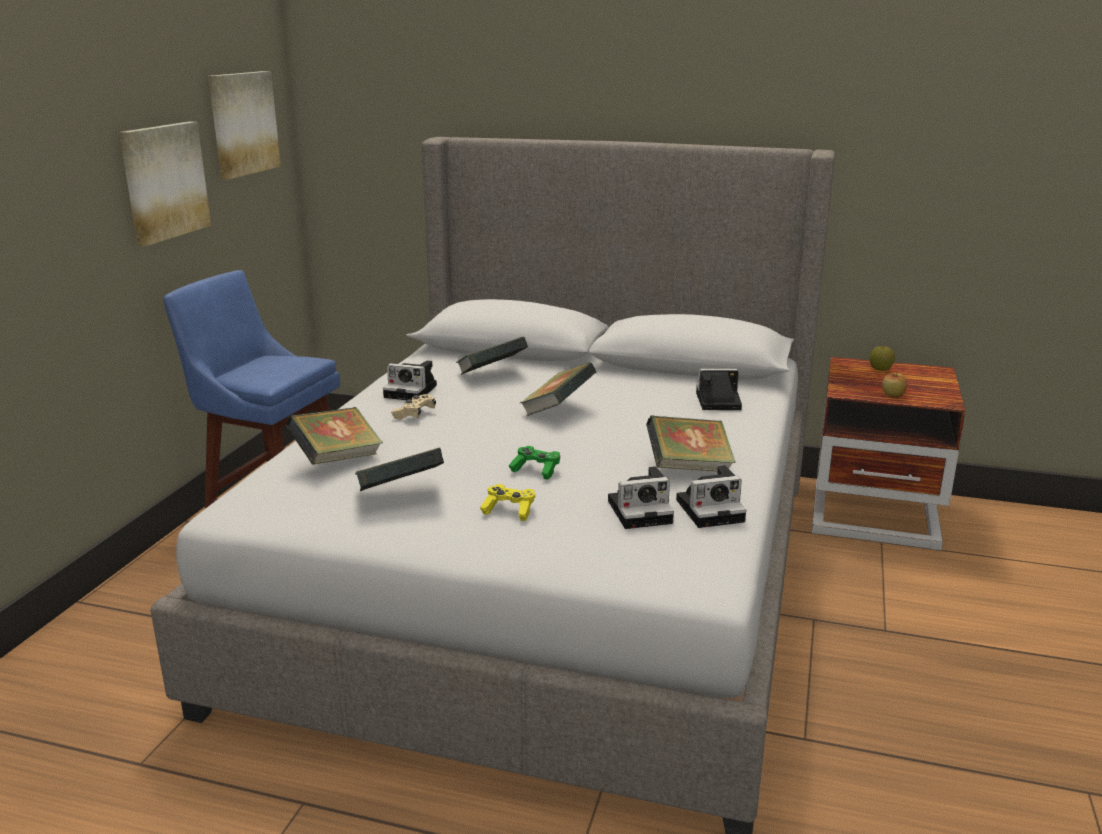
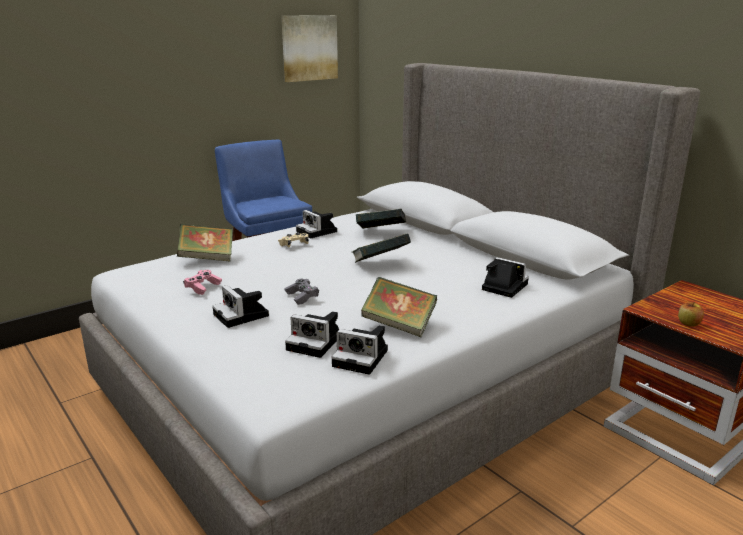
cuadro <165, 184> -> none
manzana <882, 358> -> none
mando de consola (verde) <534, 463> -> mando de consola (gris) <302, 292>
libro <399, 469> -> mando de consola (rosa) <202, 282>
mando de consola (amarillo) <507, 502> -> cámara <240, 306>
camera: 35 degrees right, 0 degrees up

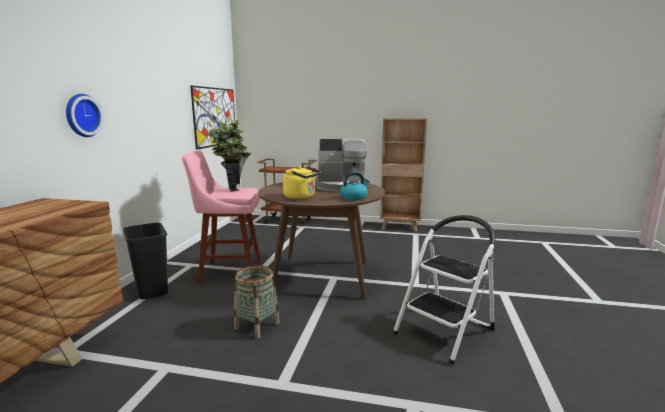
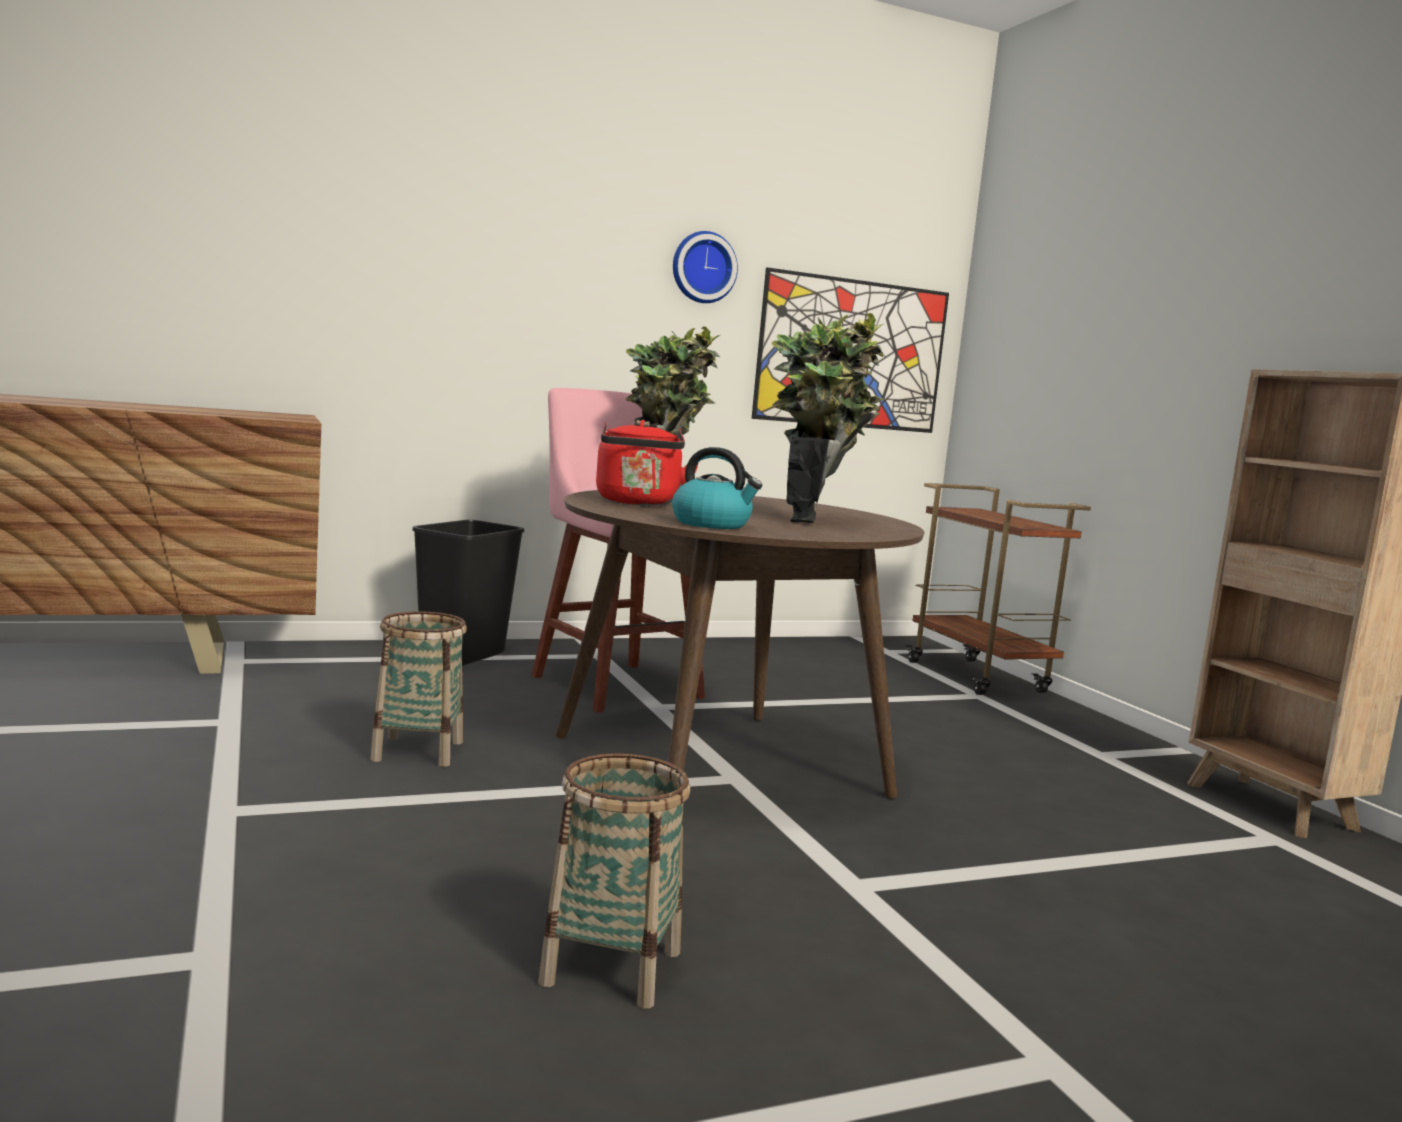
reloj de pared <84, 115> -> reloj de pared <705, 267>, relocated
cafetera <341, 165> -> planta en maceta <828, 418>
hervidor (amarillo) <302, 182> -> hervidor (rojo) <647, 462>
escalera de tijera <443, 290> -> cesta <614, 881>
camera: 55 degrees right, 5 degrees down

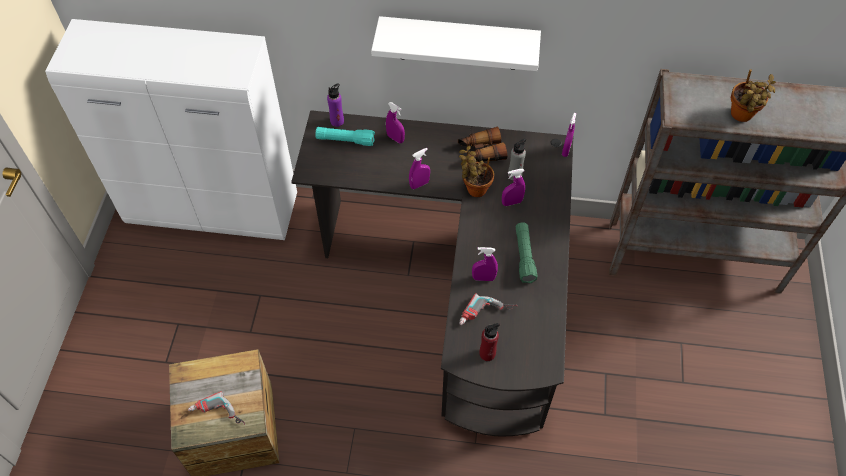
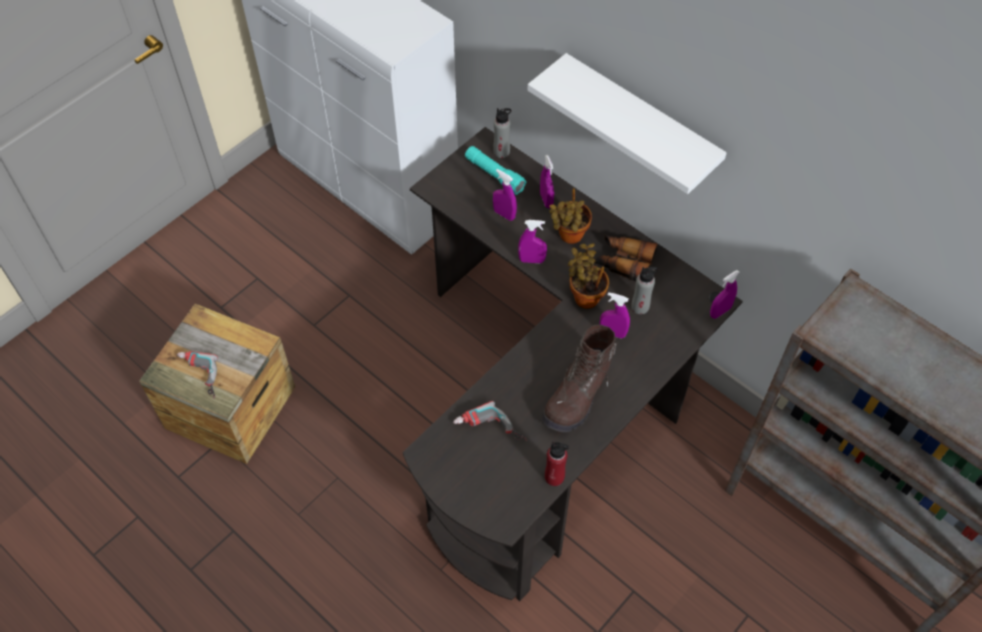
planta en maceta <753, 95> -> planta en maceta <570, 216>, relocated
botella (morado) <335, 105> -> botella (gris) <502, 133>
linterna (verde) <527, 252> -> bota (marrón) <580, 378>
pulverizador (morado) <485, 264> -> pulverizador (morado) <505, 195>, relocated
botella (rojo) <489, 342> -> botella (rojo) <557, 464>, relocated
camera: 35 degrees right, 0 degrees up

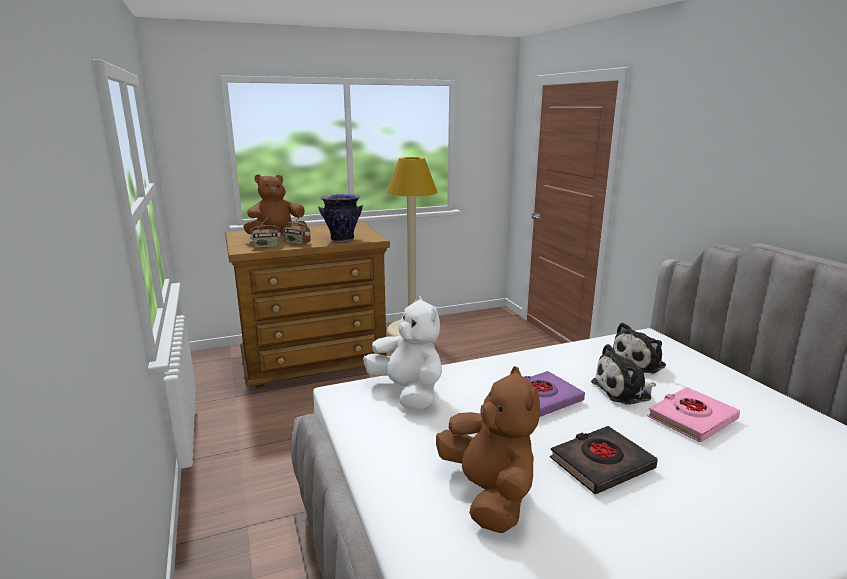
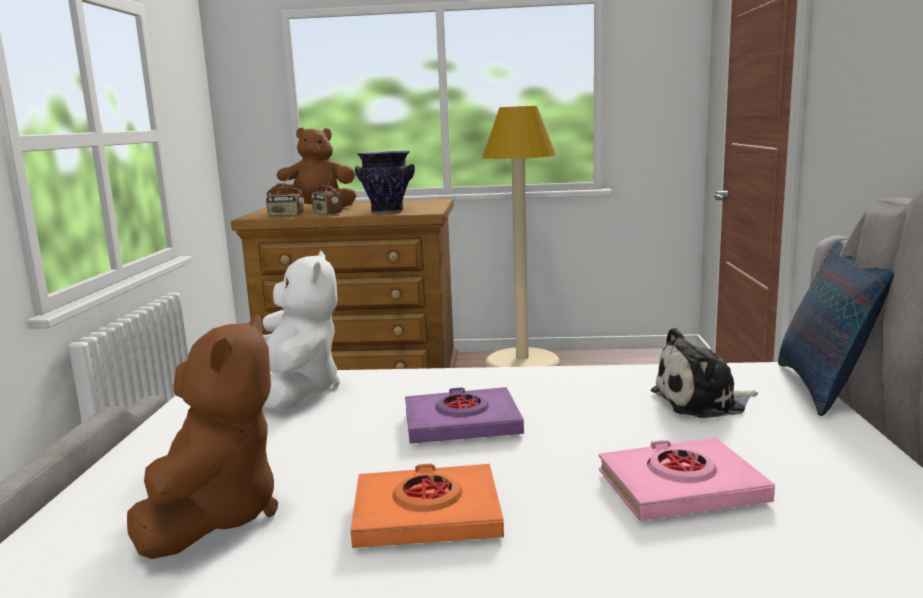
peluche <623, 374> -> none
libro (negro) <604, 460> -> libro (naranja) <427, 506>
none -> cojín (azul) <836, 328>
camera: 25 degrees right, 5 degrees down

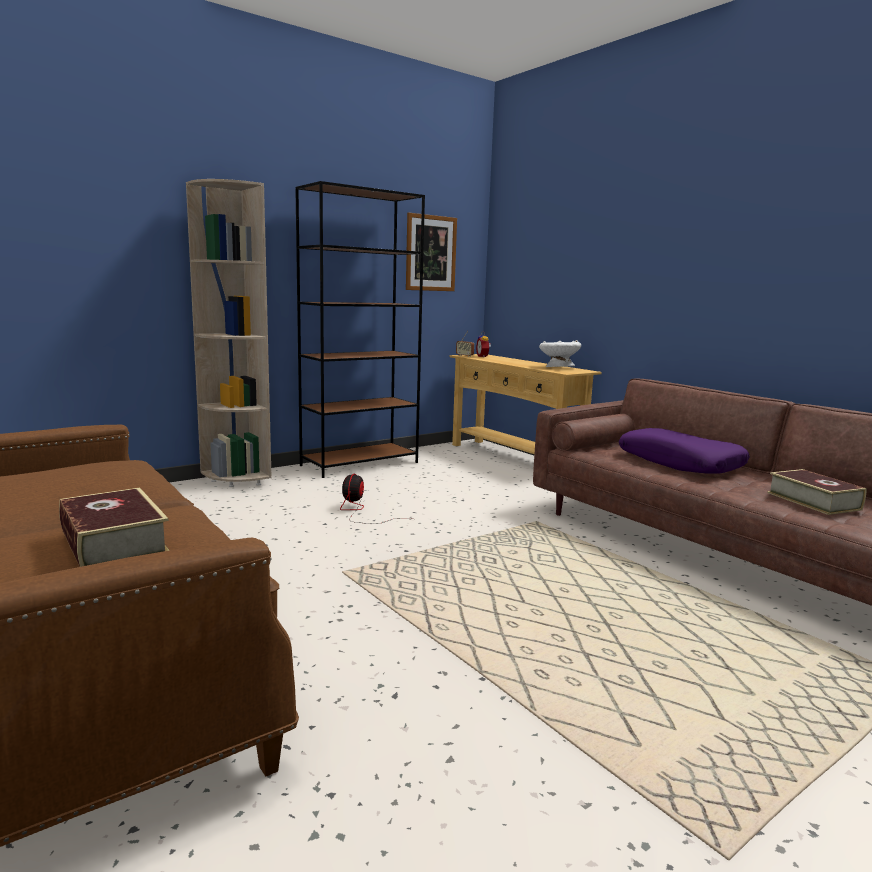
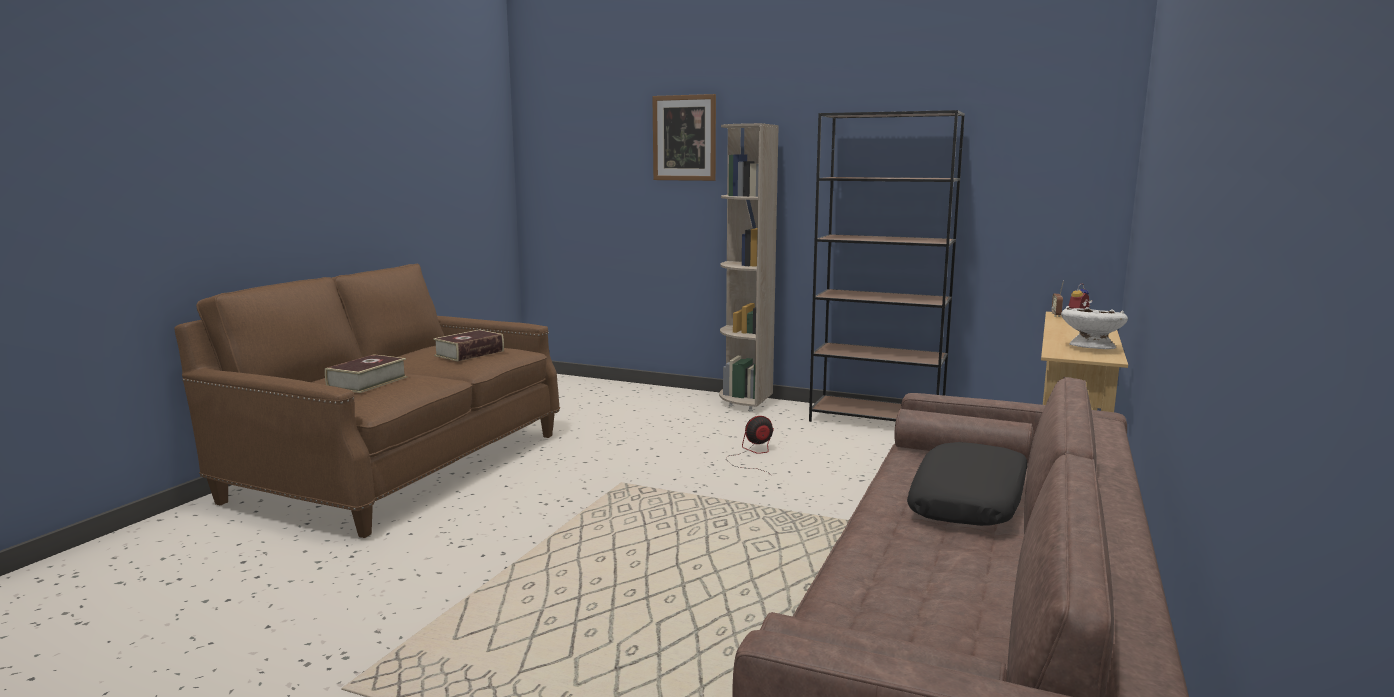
cuadro <431, 252> -> cuadro <684, 137>, relocated
cojín (morado) <684, 451> -> cojín (negro) <967, 484>
libro <817, 492> -> libro <468, 346>, relocated
camera: 60 degrees right, 0 degrees up

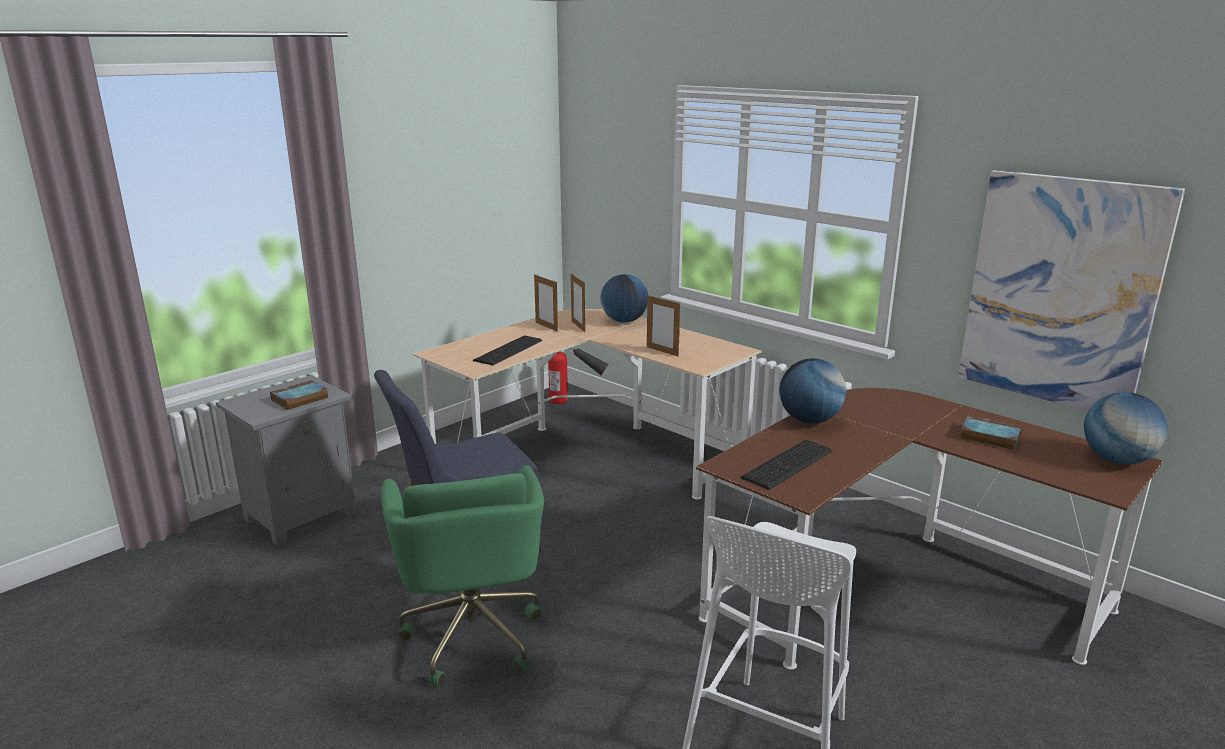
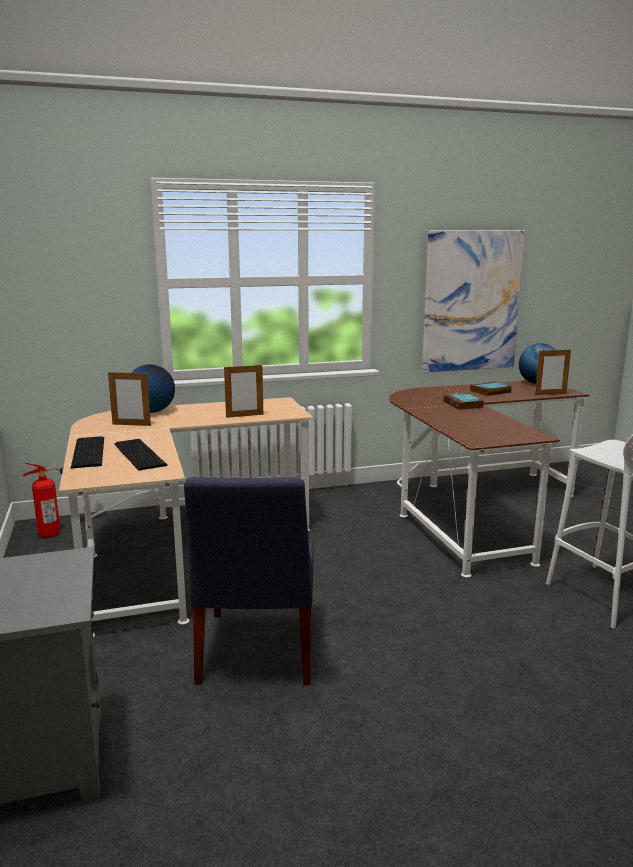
portarretratos <546, 303> -> portarretratos <553, 372>, relocated
globo terráqueo <812, 391> -> none
libro <299, 395> -> libro <463, 401>, relocated
teclado <786, 465> -> teclado <87, 452>, relocated
silla de oficina (verde) <462, 576> -> none
camera: 60 degrees left, 5 degrees down

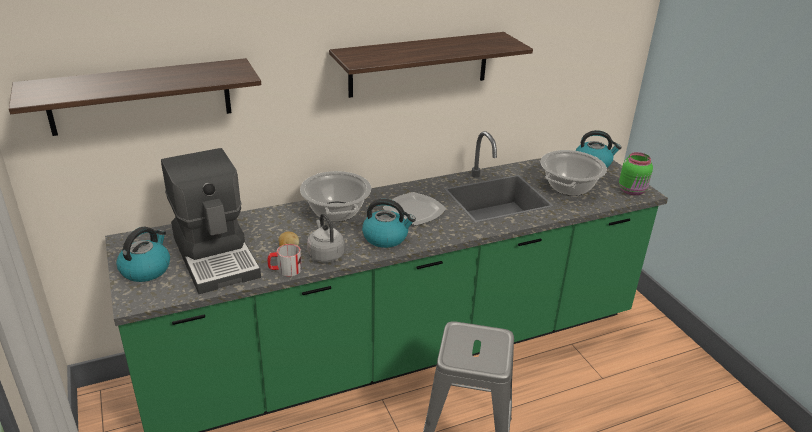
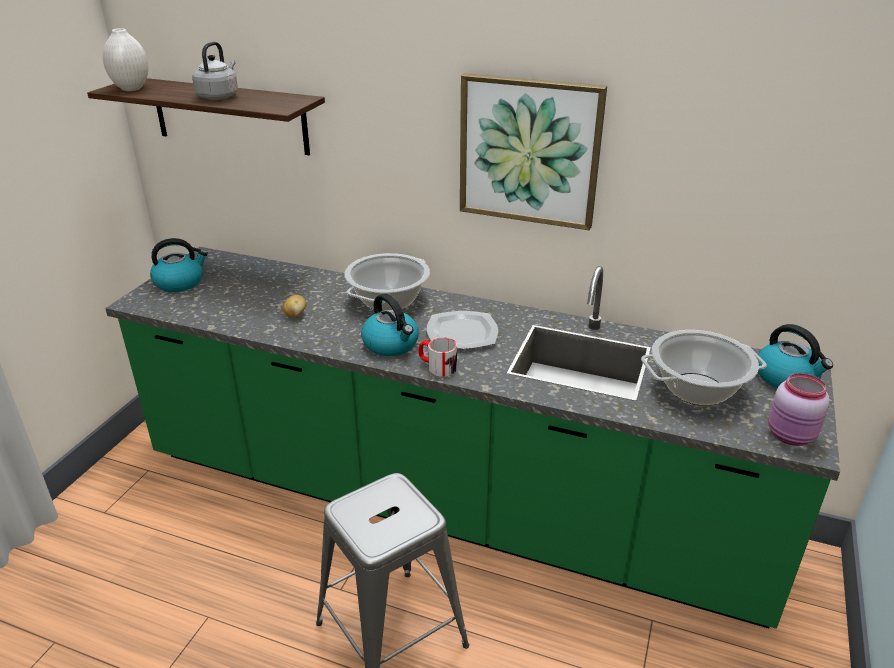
estante <431, 65> -> cuadro <533, 151>
cafetera <211, 221> -> none
tarro (verde) <636, 173> -> tarro (rosa) <799, 409>
hervidor (gris) <325, 237> -> hervidor (gris) <215, 71>, relocated
taza grande <285, 260> -> taza grande <438, 357>, relocated
none -> florero (blanco) <126, 59>
camera: 45 degrees right, 0 degrees up

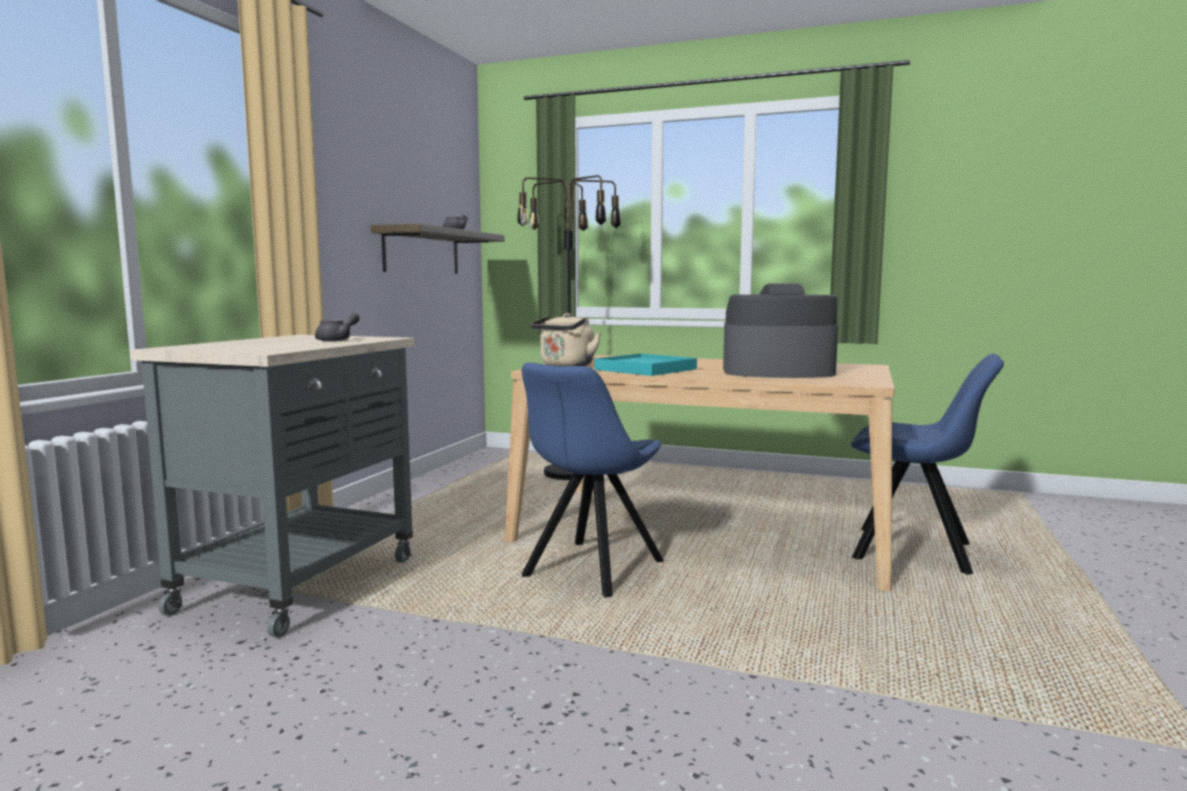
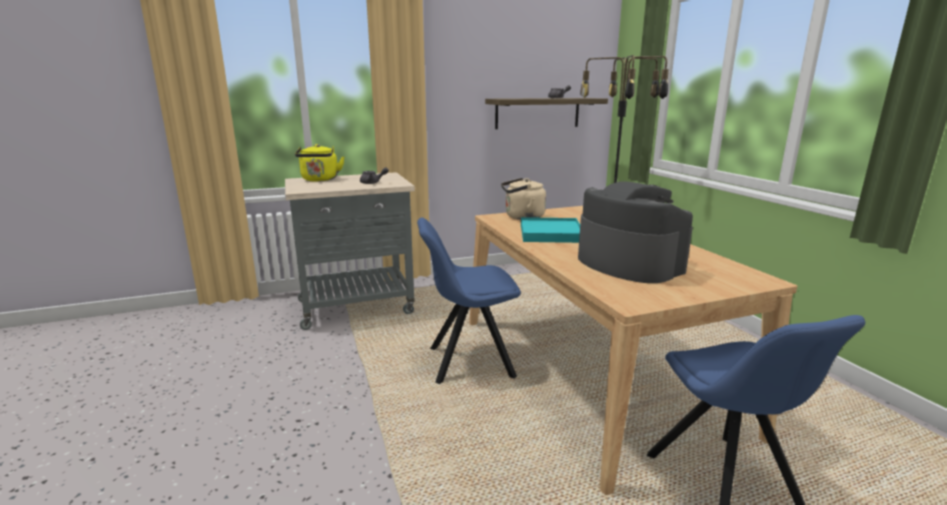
none -> hervidor (amarillo) <319, 163>
camera: 50 degrees right, 10 degrees up

